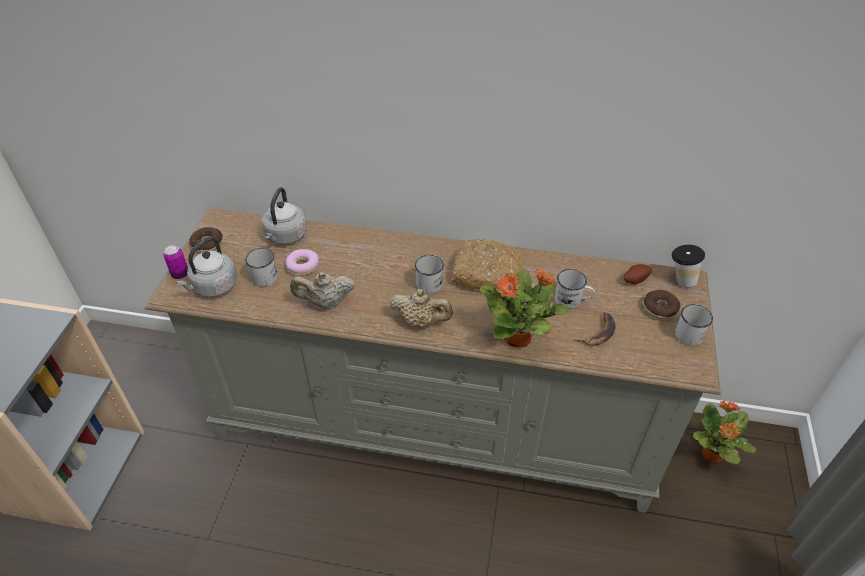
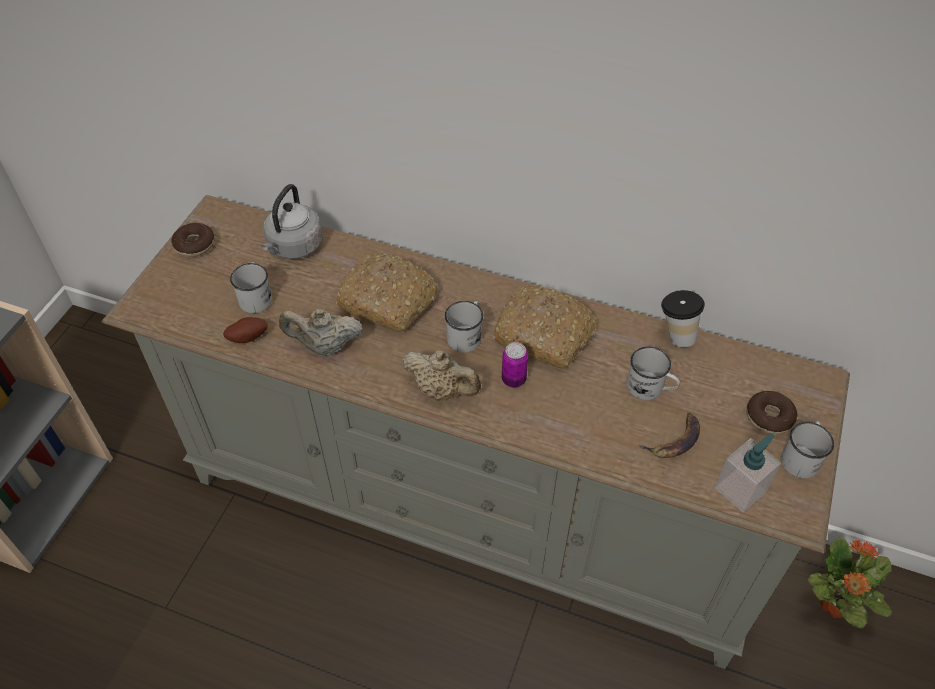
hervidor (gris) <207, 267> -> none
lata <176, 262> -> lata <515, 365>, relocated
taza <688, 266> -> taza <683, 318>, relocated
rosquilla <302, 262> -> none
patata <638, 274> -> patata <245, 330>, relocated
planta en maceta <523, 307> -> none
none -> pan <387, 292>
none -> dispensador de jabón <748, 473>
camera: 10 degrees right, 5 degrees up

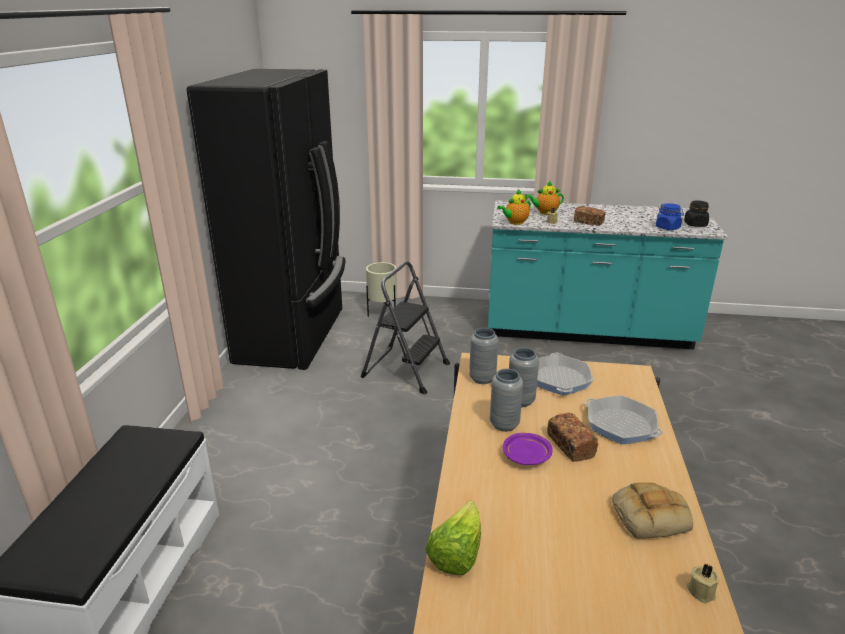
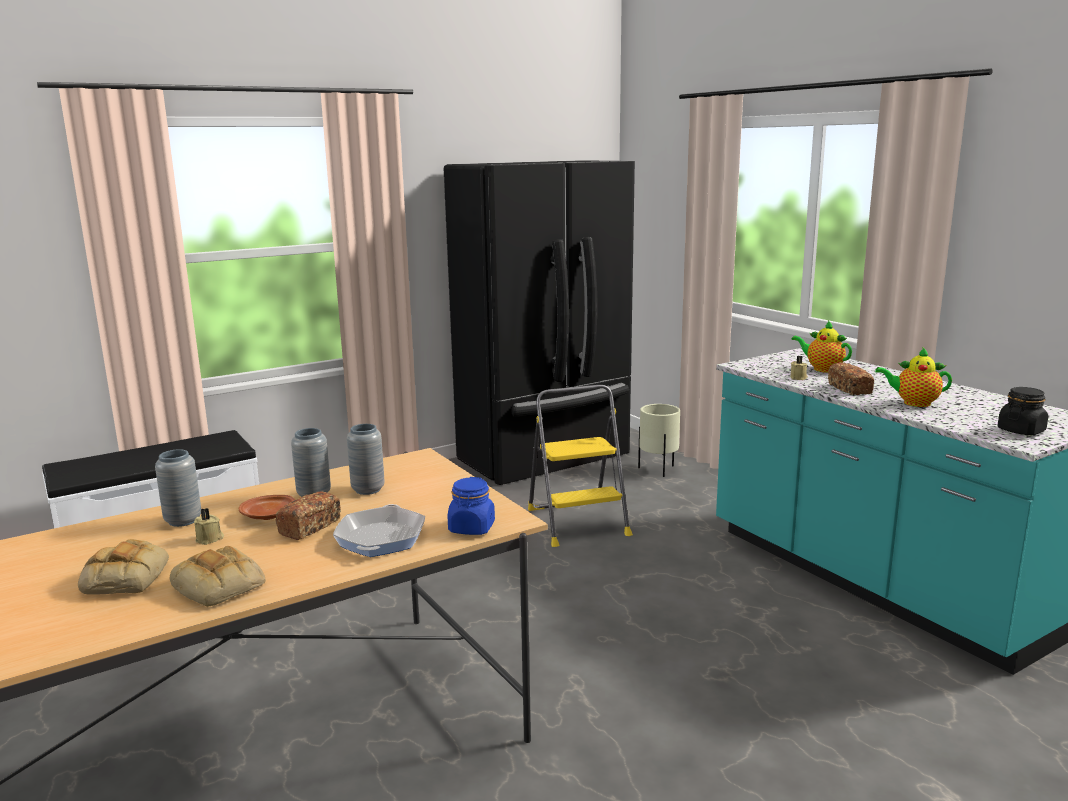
tetera <514, 207> -> tetera <913, 377>, relocated
tarro (azul) <670, 216> -> tarro (azul) <471, 506>, relocated
escalera de tijera (negro) <405, 327> -> escalera de tijera (amarillo) <580, 466>
florero (gris) <483, 356> -> florero (gris) <178, 488>, relocated
sartén <565, 374> -> none
plato (morado) <528, 449> -> plato (marrón) <267, 507>
lechuga <453, 538> -> none
vela (beis) <703, 583> -> vela (beis) <209, 526>, relocated
none -> pan <123, 566>
camera: 50 degrees right, 10 degrees down

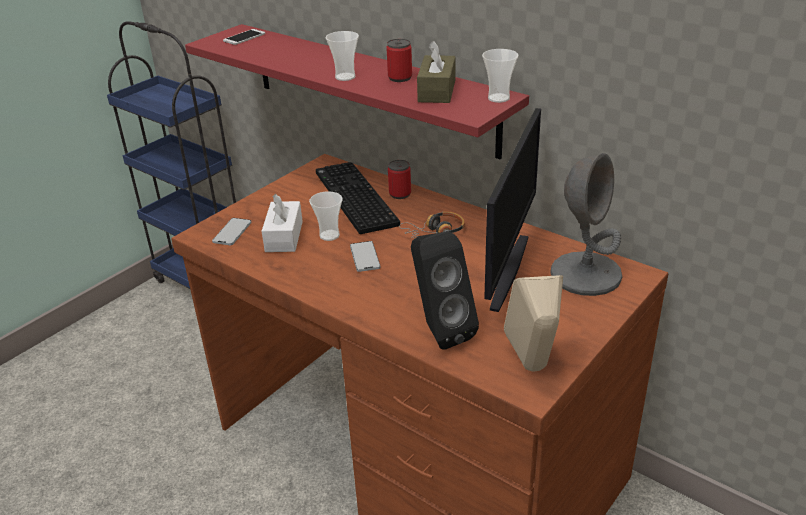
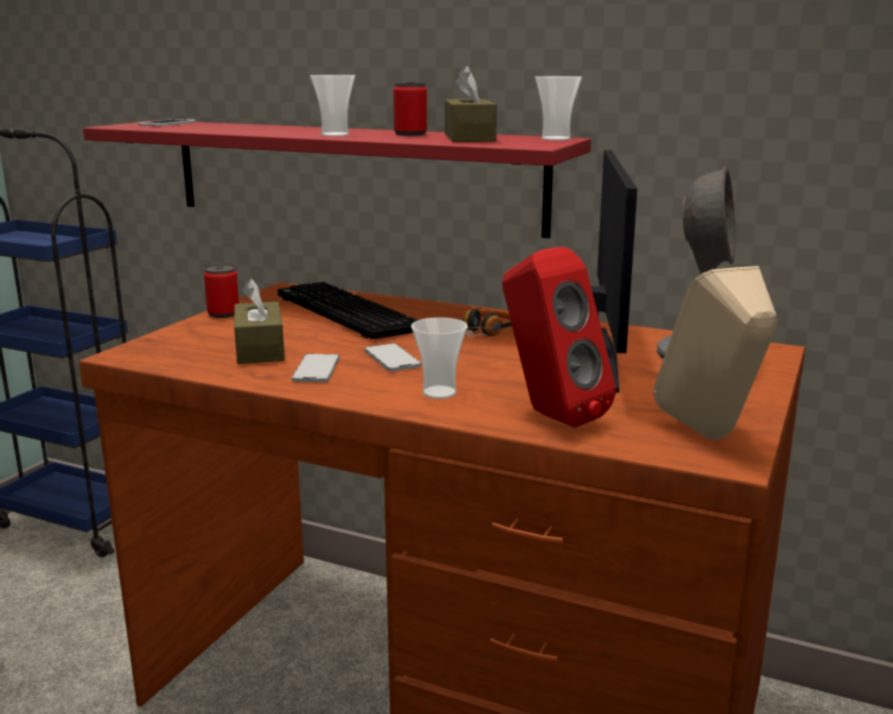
lata <399, 179> -> lata <221, 291>, relocated
taza <326, 216> -> taza <439, 358>, relocated
caja de pañuelos (blanco) <282, 223> -> caja de pañuelos (marrón) <259, 321>
móvil <231, 231> -> móvil <315, 368>, relocated
altavoz (negro) <445, 290> -> altavoz (rojo) <559, 337>
camera: 15 degrees left, 15 degrees down

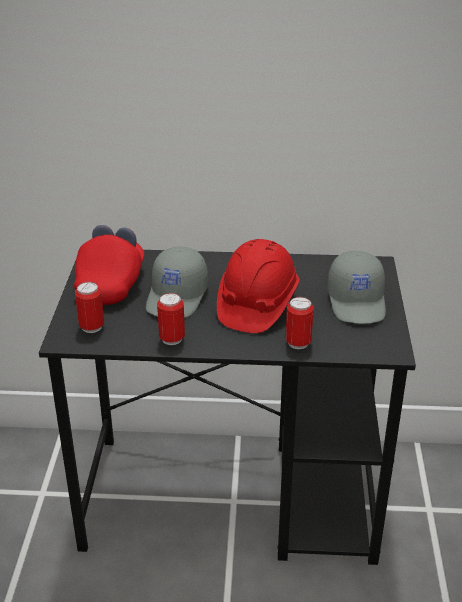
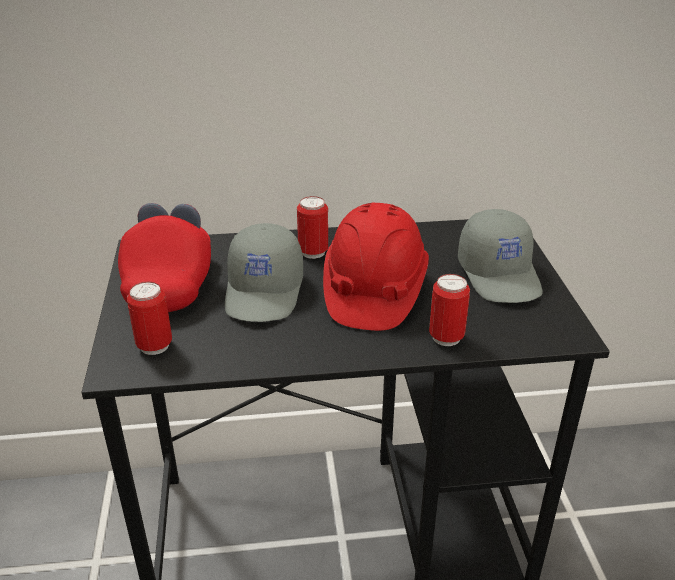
lata <171, 319> -> lata <312, 227>, relocated
camera: 10 degrees left, 0 degrees up

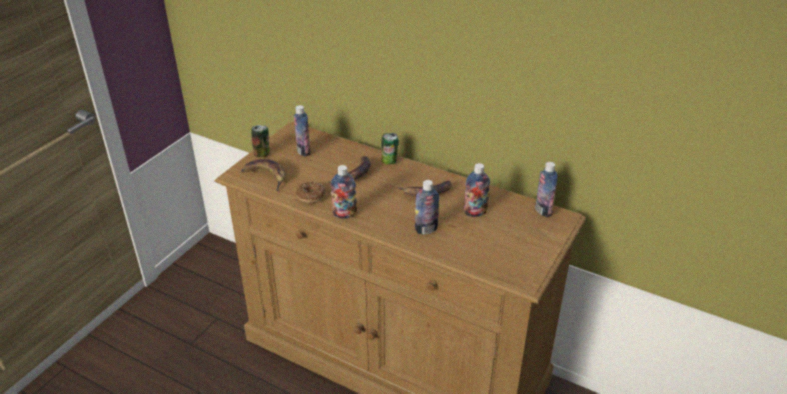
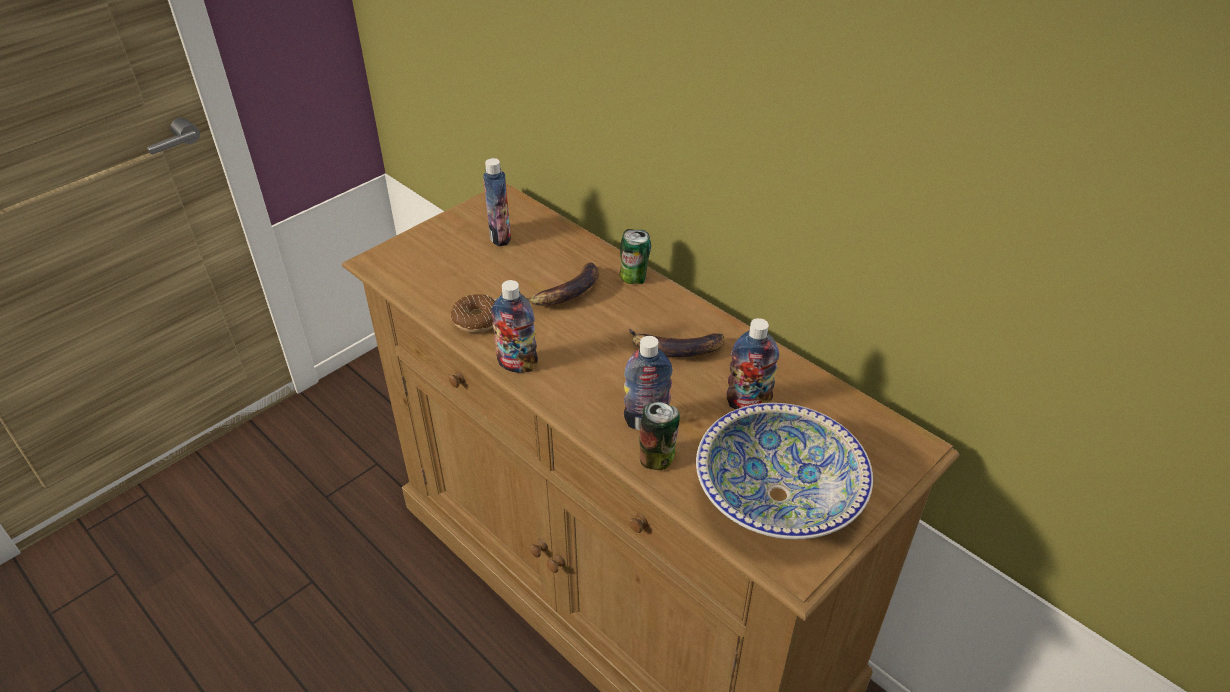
lata <260, 141> -> lata <659, 436>, relocated
plátano <263, 175> -> none
botella <546, 189> -> none
none -> cuenco <784, 471>
camera: 15 degrees right, 5 degrees up

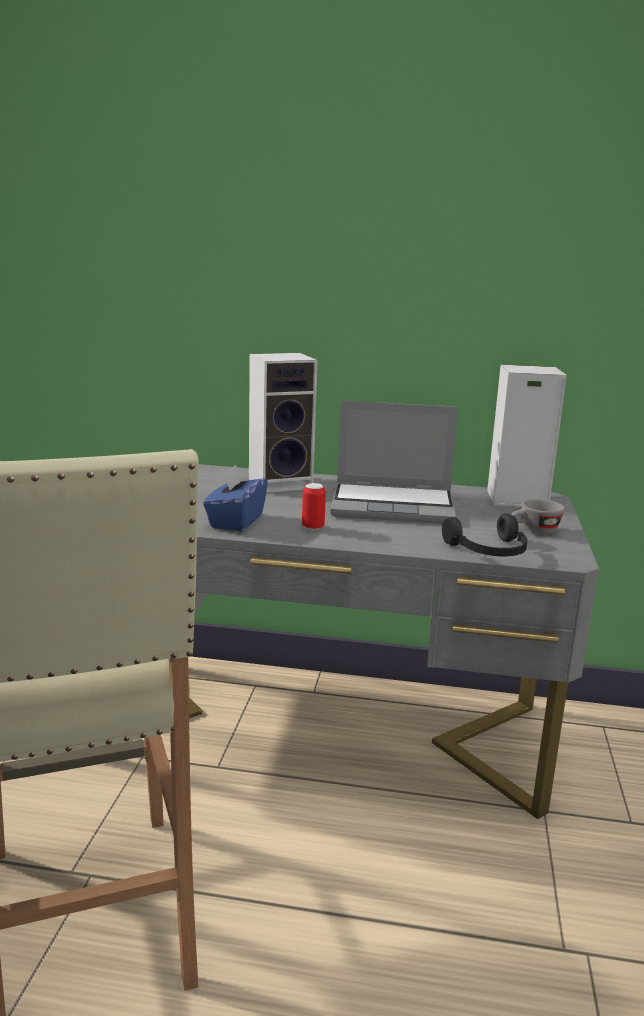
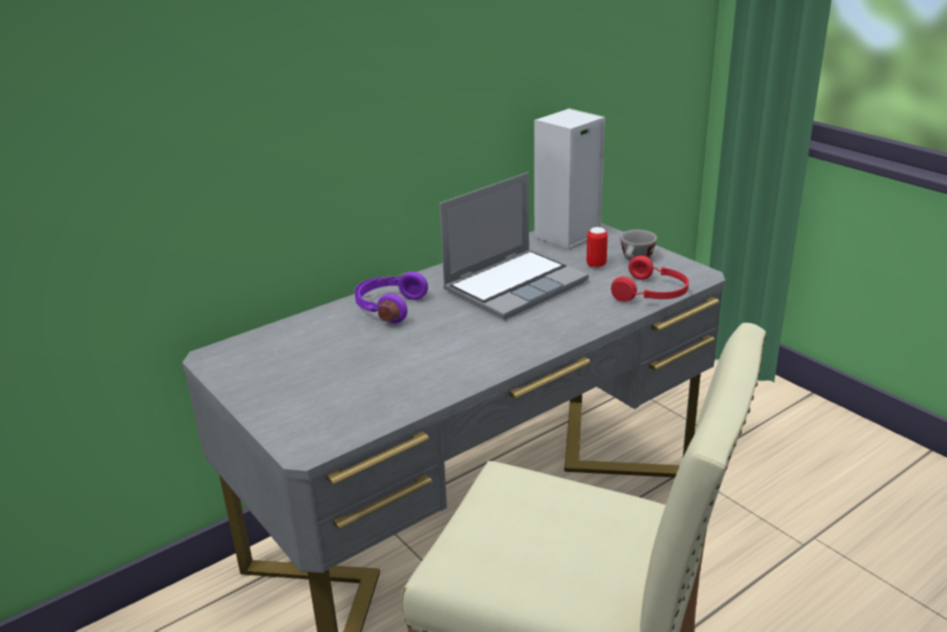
altavoz <283, 423> -> auriculares (morado) <391, 297>
caja de pañuelos (azul) <235, 497> -> none
lata <314, 506> -> lata <597, 247>, relocated
auriculares (negro) <485, 534> -> auriculares (rojo) <650, 279>
camera: 45 degrees left, 10 degrees up

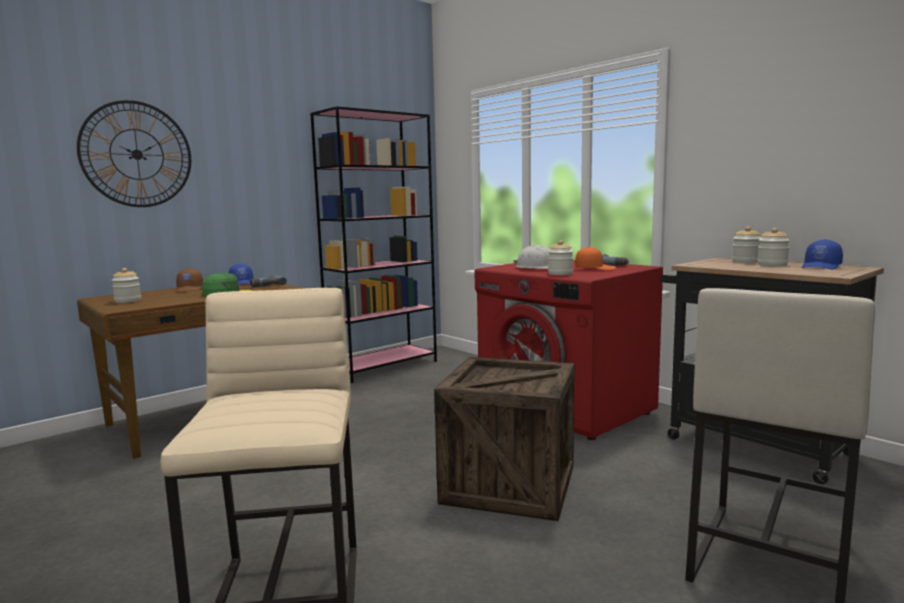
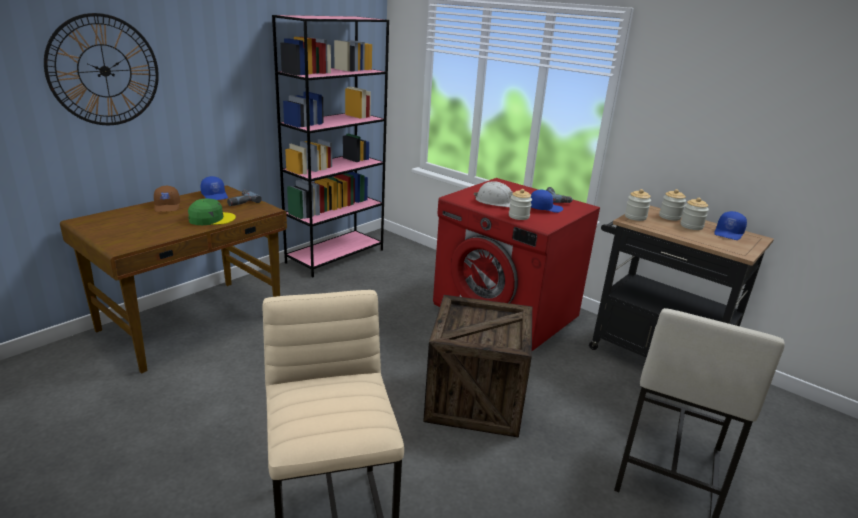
gorra (naranja) <595, 259> -> gorra (azul) <547, 201>
tarro <126, 285> -> tarro <638, 205>, relocated
camera: 10 degrees left, 15 degrees up

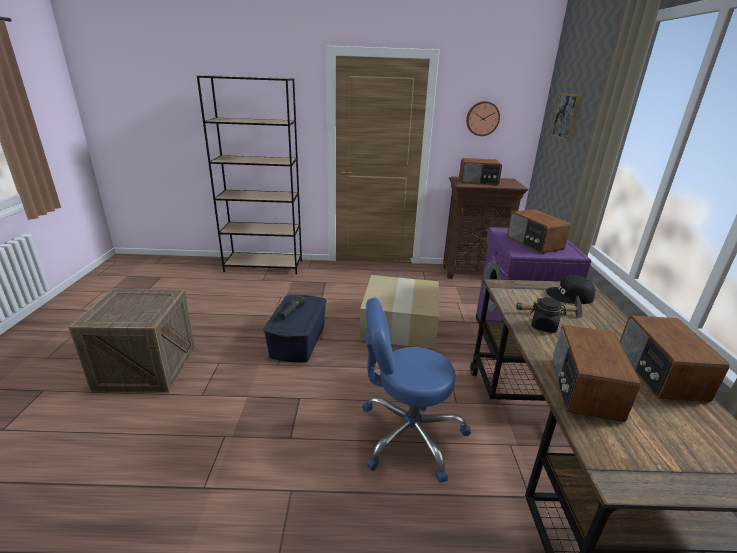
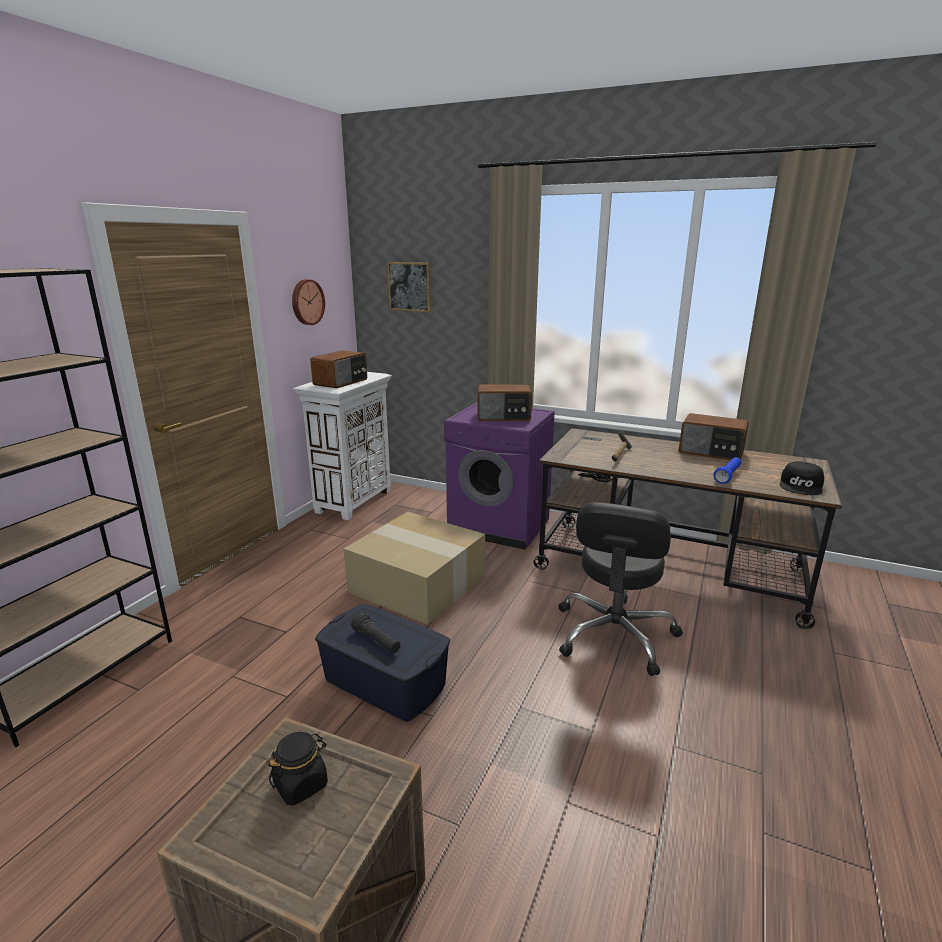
armario (marrón) <485, 228> -> armario (blanco) <342, 446>
gorra (negro) <570, 289> -> gorra (negro) <802, 478>, relocated
tarro (negro) <548, 315> -> tarro (negro) <298, 769>, relocated
silla de oficina (azul) <416, 390> -> silla de oficina (negro) <620, 589>
radio <597, 373> -> linterna (azul) <727, 470>
camera: 65 degrees left, 5 degrees down

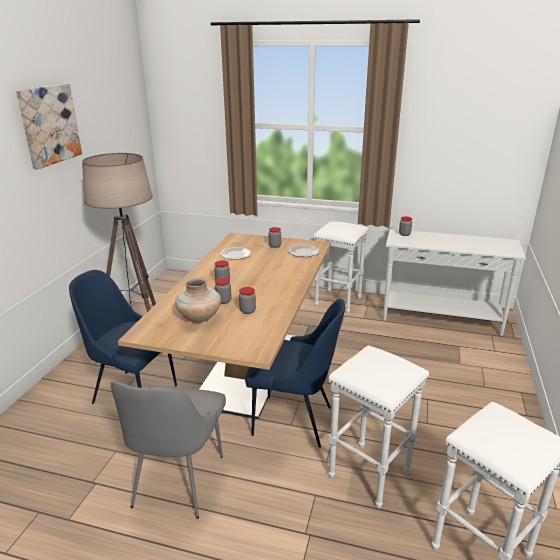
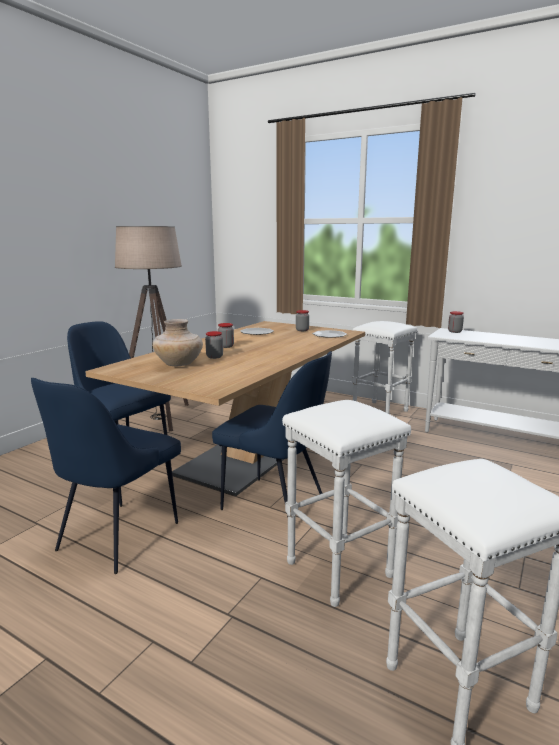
cuadro <49, 126> -> none
tarro <247, 300> -> none
silla (gris) <168, 450> -> silla (azul) <106, 476>
camera: 15 degrees right, 10 degrees down

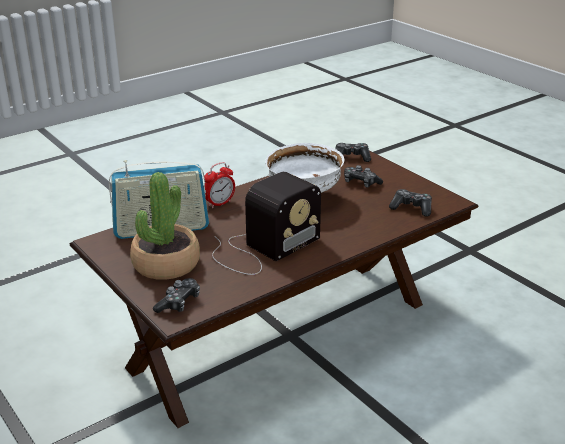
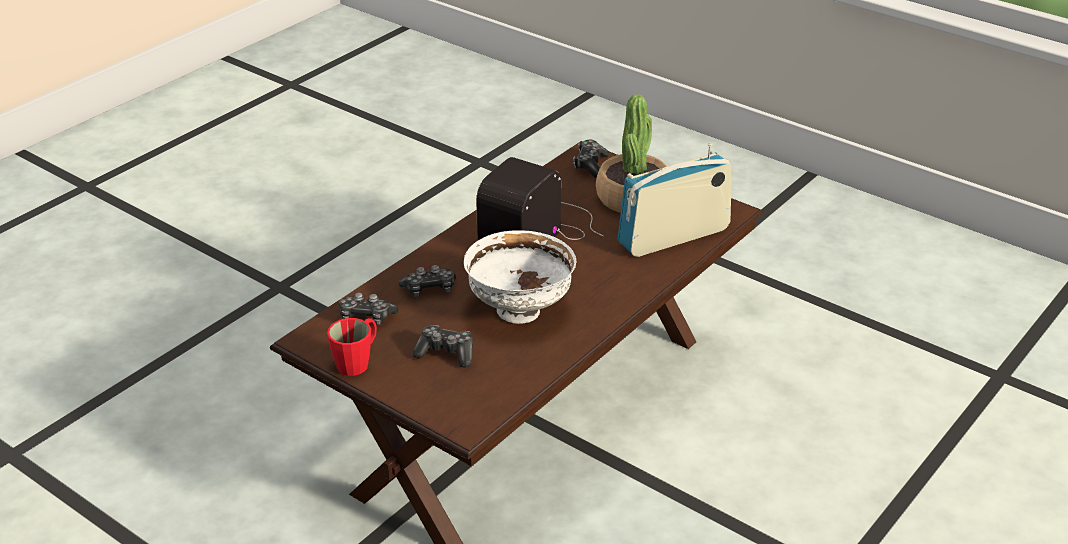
mando de consola <353, 152> -> mando de consola <427, 281>, relocated
despertador <219, 185> -> none
none -> taza grande (rojo) <352, 347>
camera: 165 degrees right, 5 degrees up

